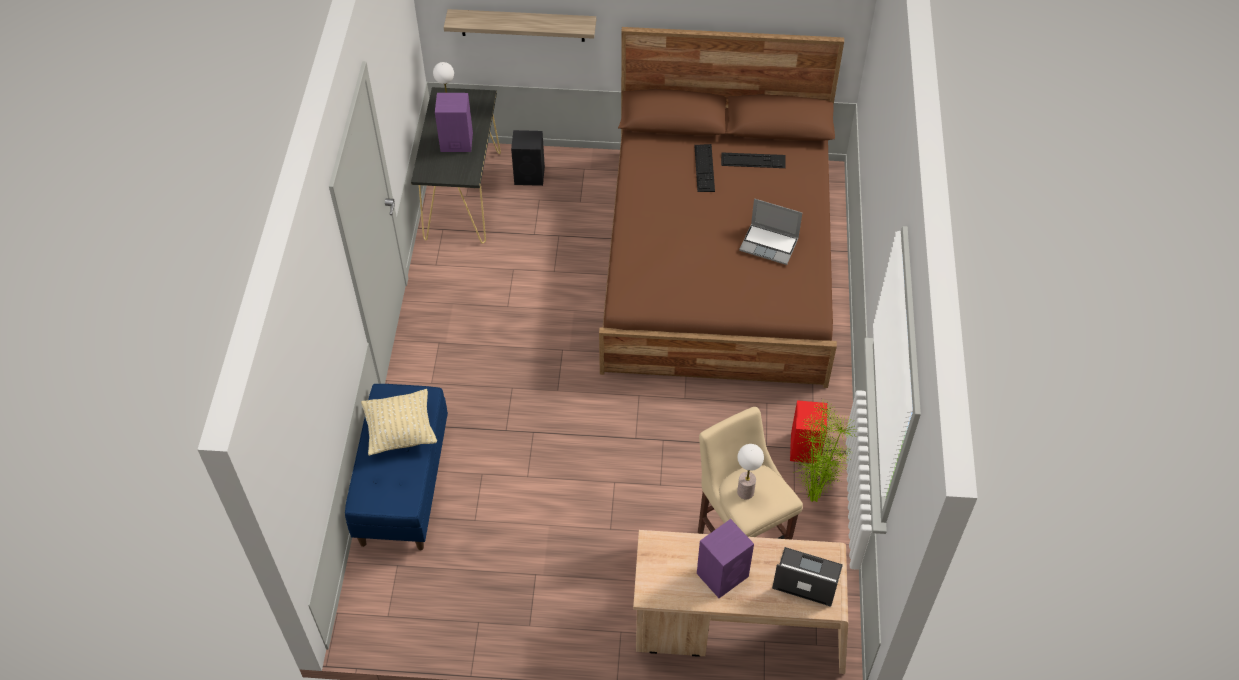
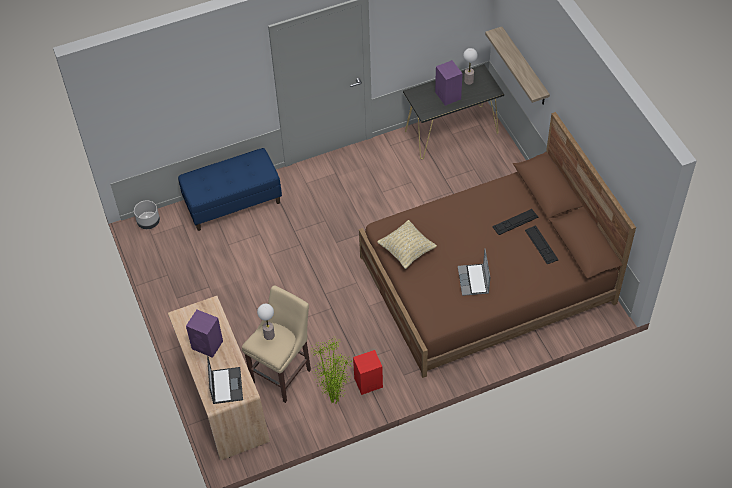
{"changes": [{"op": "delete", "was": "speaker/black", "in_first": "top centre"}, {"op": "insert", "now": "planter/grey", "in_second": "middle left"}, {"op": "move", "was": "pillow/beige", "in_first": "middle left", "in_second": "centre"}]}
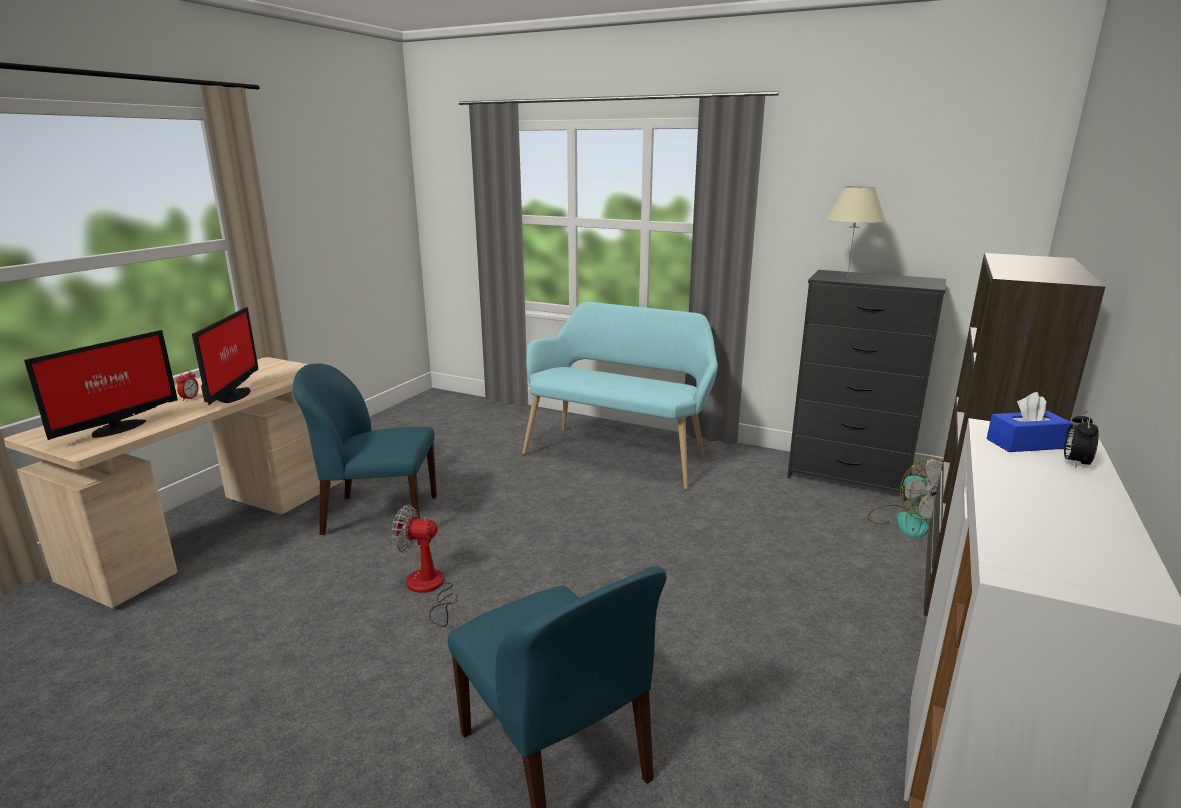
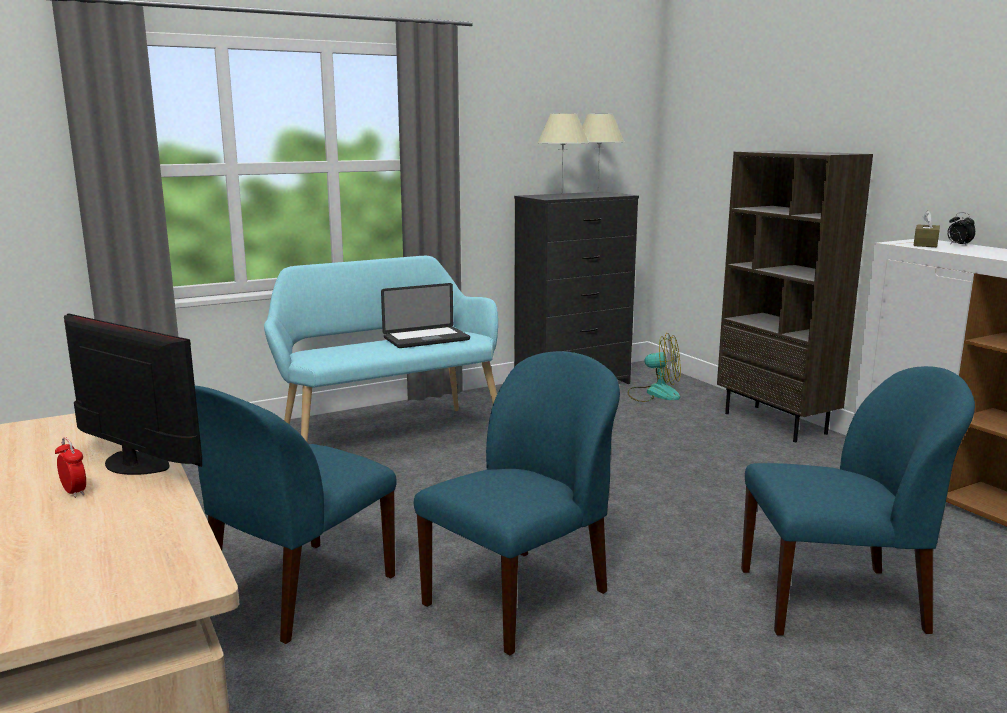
{"changes": [{"op": "delete", "was": "monitor (1st from left)", "in_first": "middle left"}, {"op": "insert", "now": "laptop", "in_second": "centre"}, {"op": "insert", "now": "table lamp/beige (2nd from left)", "in_second": "top centre"}, {"op": "replace", "was": "fan (1st from left)", "now": "chair/blue (2nd from left)", "in_first": "bottom centre", "in_second": "bottom centre"}, {"op": "recolor", "was": "tissue box/blue", "now": "tissue box/brown", "in_first": "middle right", "in_second": "top right"}]}
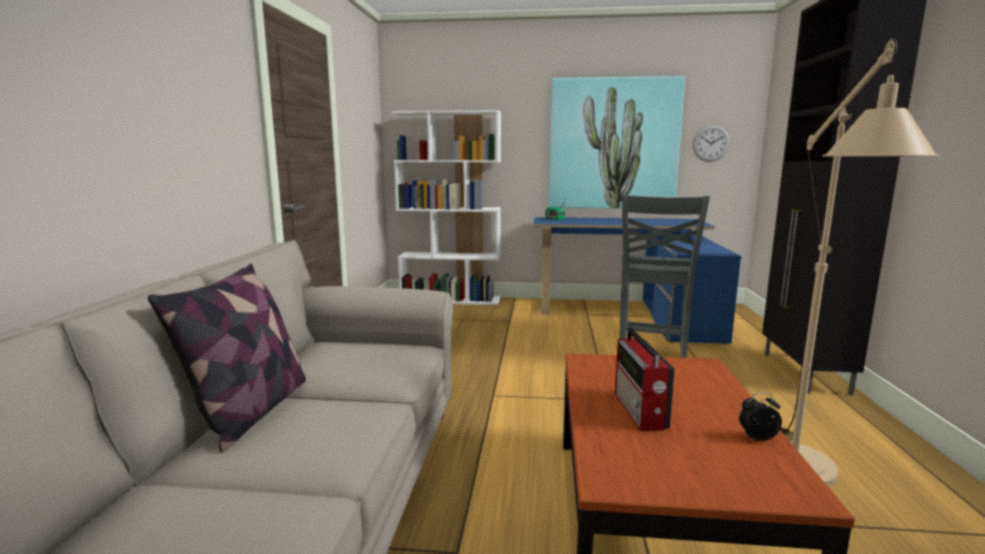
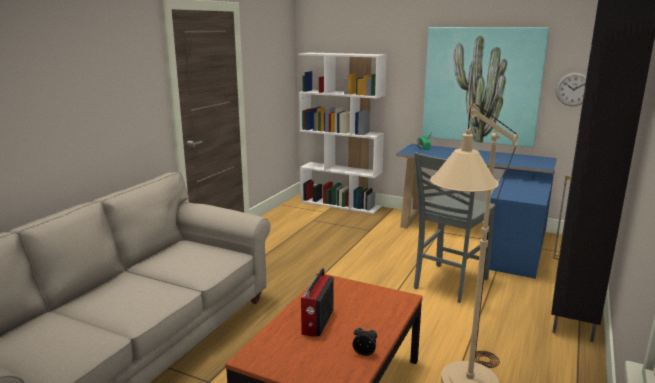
{"changes": [{"op": "delete", "was": "pillow", "in_first": "middle left"}]}
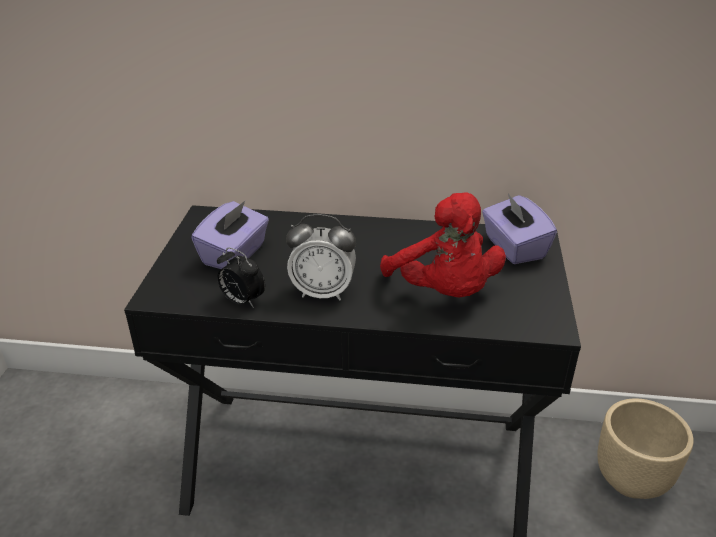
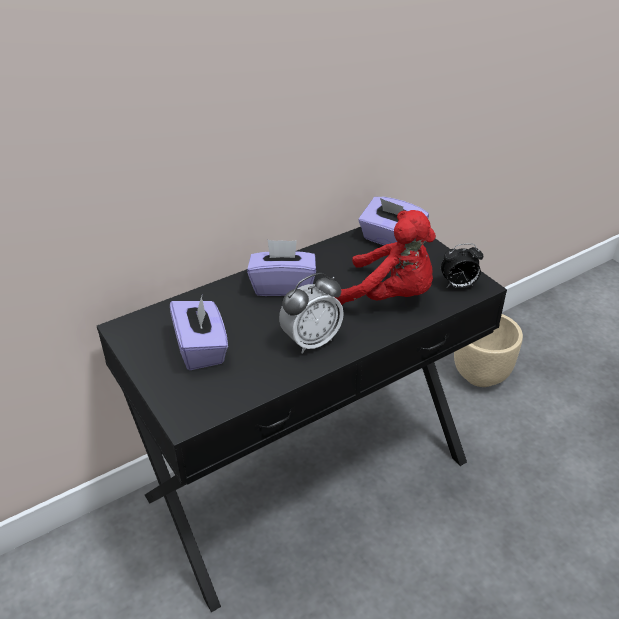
{"changes": [{"op": "insert", "now": "tissue box/purple (2nd from left)", "in_second": "centre"}, {"op": "move", "was": "alarm clock (1st from left in the first image)", "now": "alarm clock (2nd from left)", "in_first": "centre", "in_second": "middle right"}]}
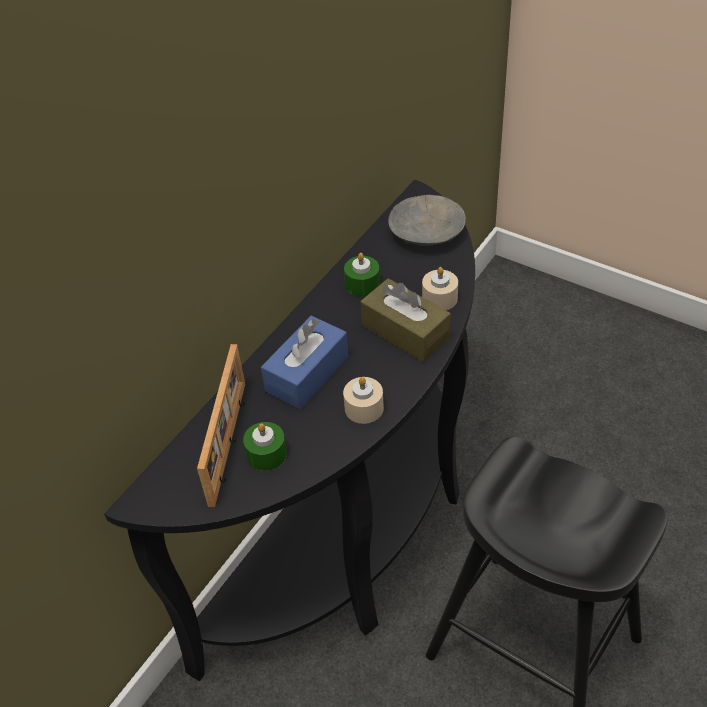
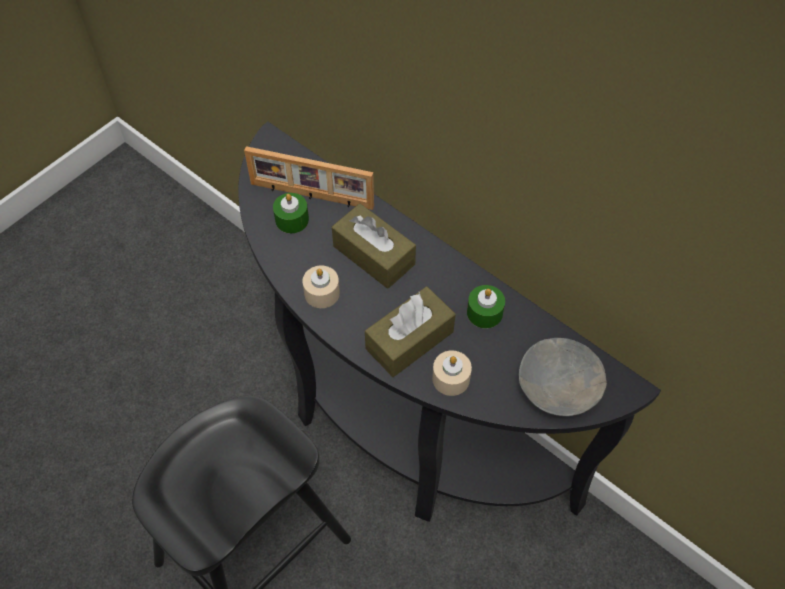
{"changes": [{"op": "recolor", "was": "tissue box/blue", "now": "tissue box/brown (1st from left)", "in_first": "centre", "in_second": "centre"}]}
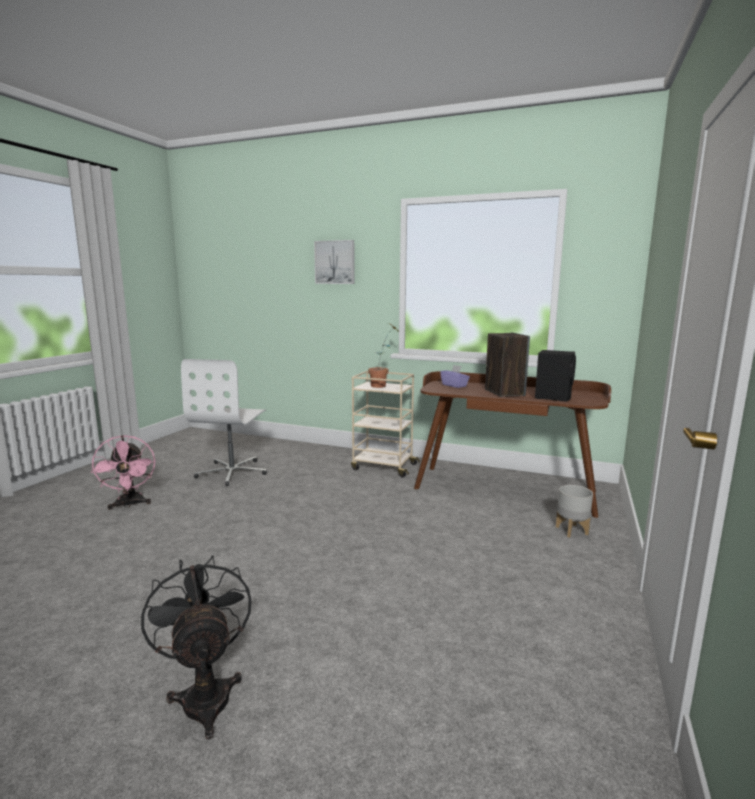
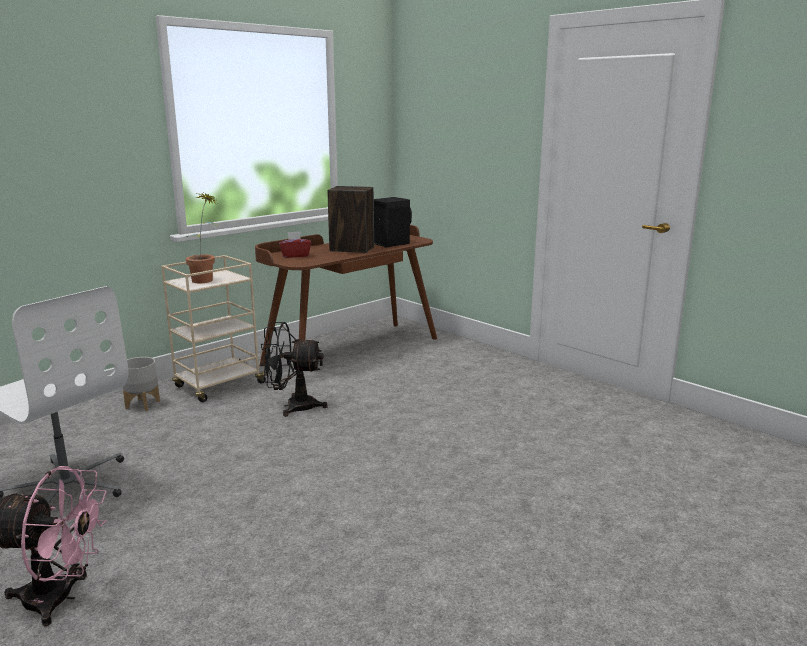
{"changes": [{"op": "delete", "was": "picture", "in_first": "top centre"}, {"op": "move", "was": "fan/black", "in_first": "bottom left", "in_second": "centre"}, {"op": "move", "was": "planter/grey", "in_first": "middle right", "in_second": "middle left"}, {"op": "recolor", "was": "tissue box/purple", "now": "tissue box/red", "in_first": "centre", "in_second": "centre"}]}
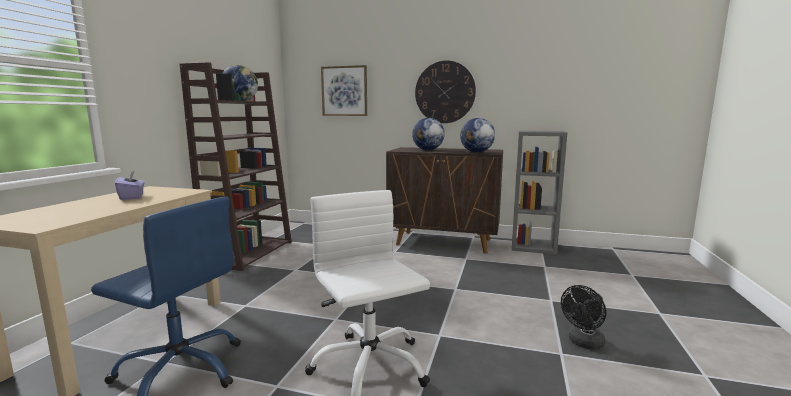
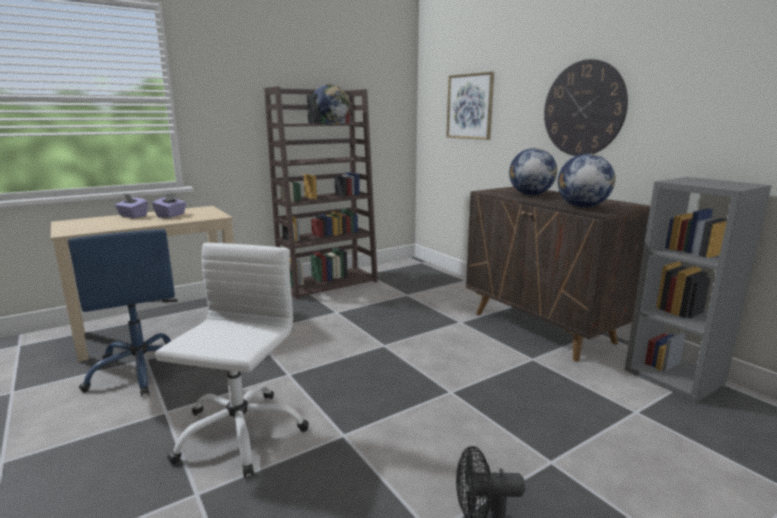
{"changes": [{"op": "insert", "now": "tissue box/purple (1st from left)", "in_second": "middle left"}]}
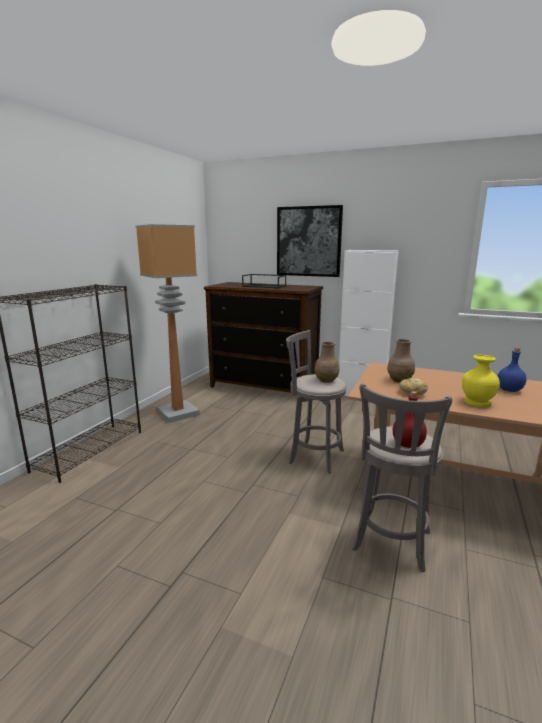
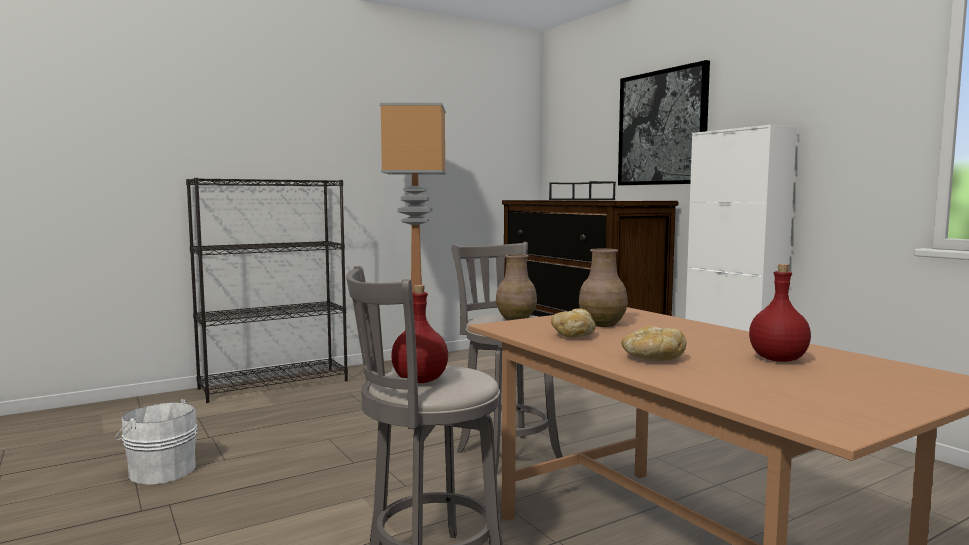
{"changes": [{"op": "insert", "now": "bucket/white", "in_second": "bottom left"}, {"op": "replace", "was": "vase/yellow", "now": "bread (2nd from left)", "in_first": "middle right", "in_second": "middle right"}, {"op": "recolor", "was": "bottle/blue", "now": "bottle/red (2nd from left)", "in_first": "middle right", "in_second": "middle right"}]}
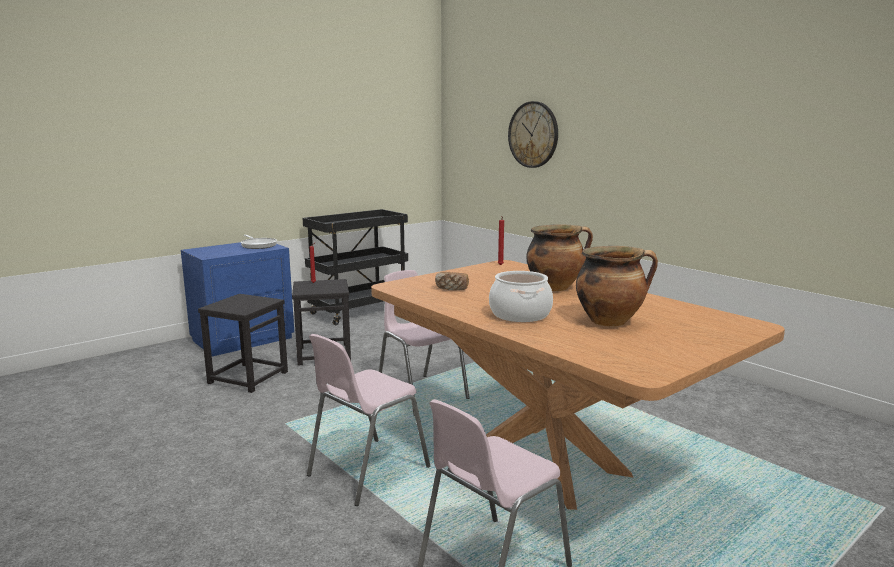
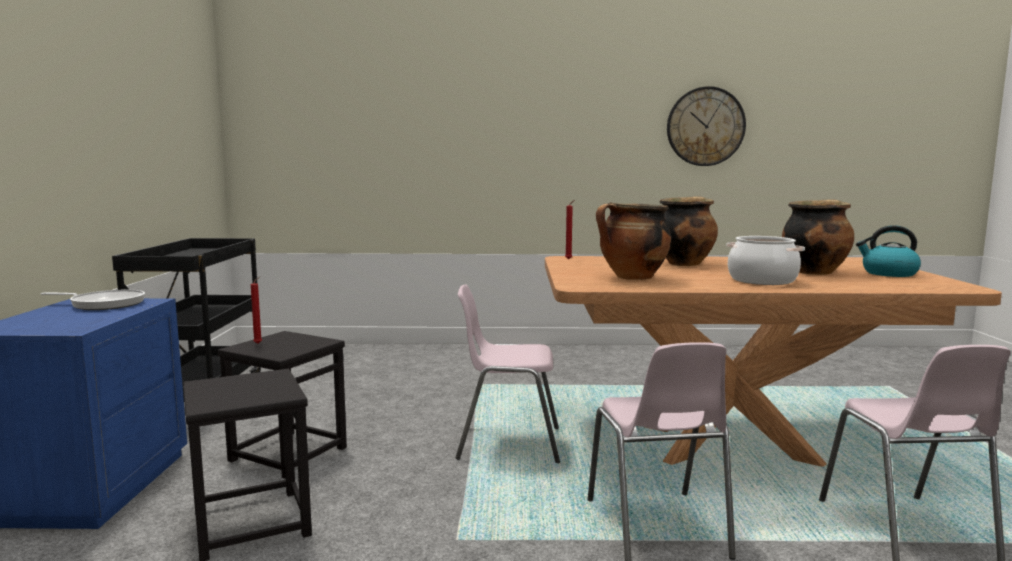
{"changes": [{"op": "insert", "now": "kettle", "in_second": "middle right"}, {"op": "move", "was": "wall clock", "in_first": "top centre", "in_second": "top right"}, {"op": "replace", "was": "bread", "now": "cooking pot (1st from left)", "in_first": "centre", "in_second": "centre"}]}
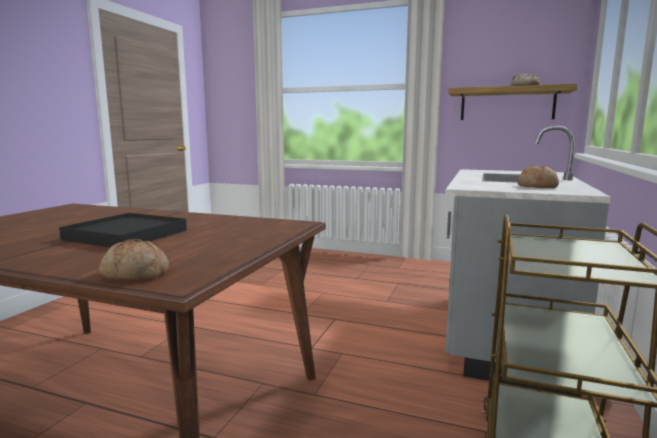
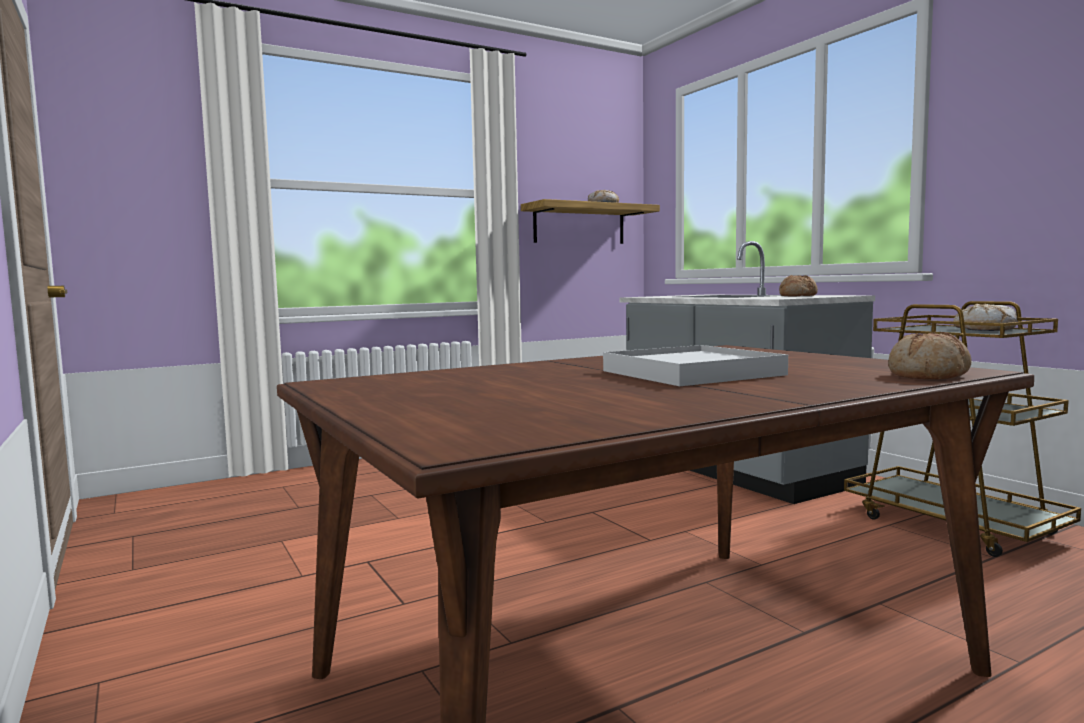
{"changes": [{"op": "insert", "now": "bread (4th from left)", "in_second": "middle right"}, {"op": "recolor", "was": "tray/black", "now": "tray/white", "in_first": "middle left", "in_second": "centre"}]}
